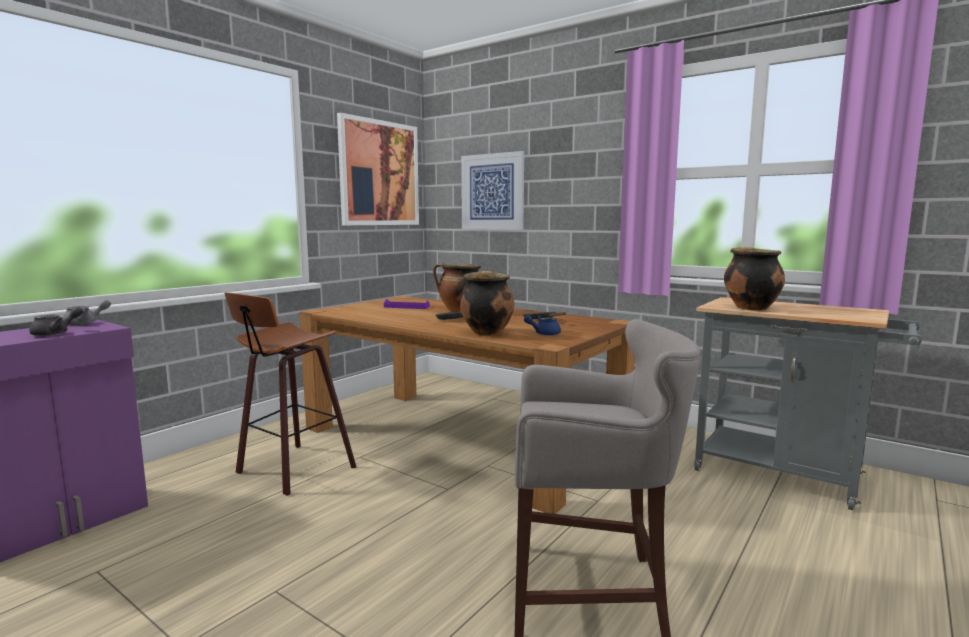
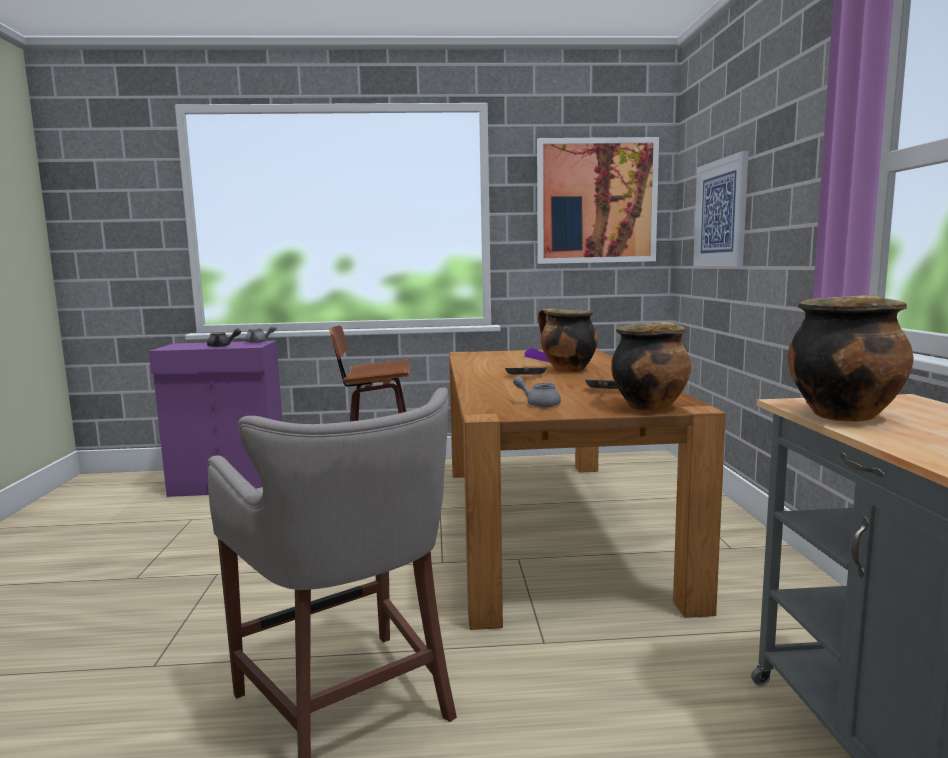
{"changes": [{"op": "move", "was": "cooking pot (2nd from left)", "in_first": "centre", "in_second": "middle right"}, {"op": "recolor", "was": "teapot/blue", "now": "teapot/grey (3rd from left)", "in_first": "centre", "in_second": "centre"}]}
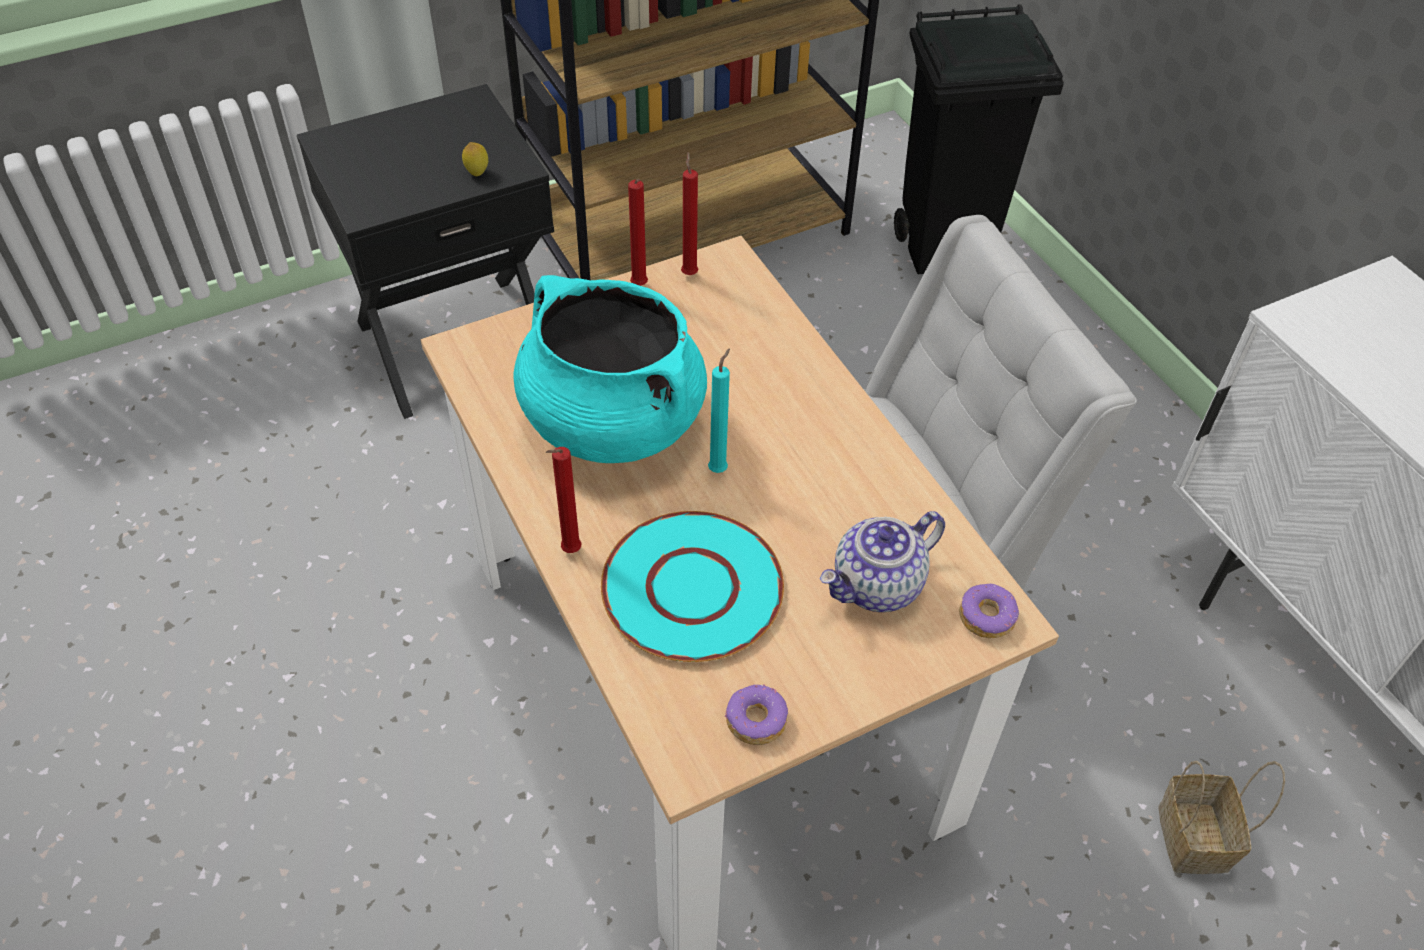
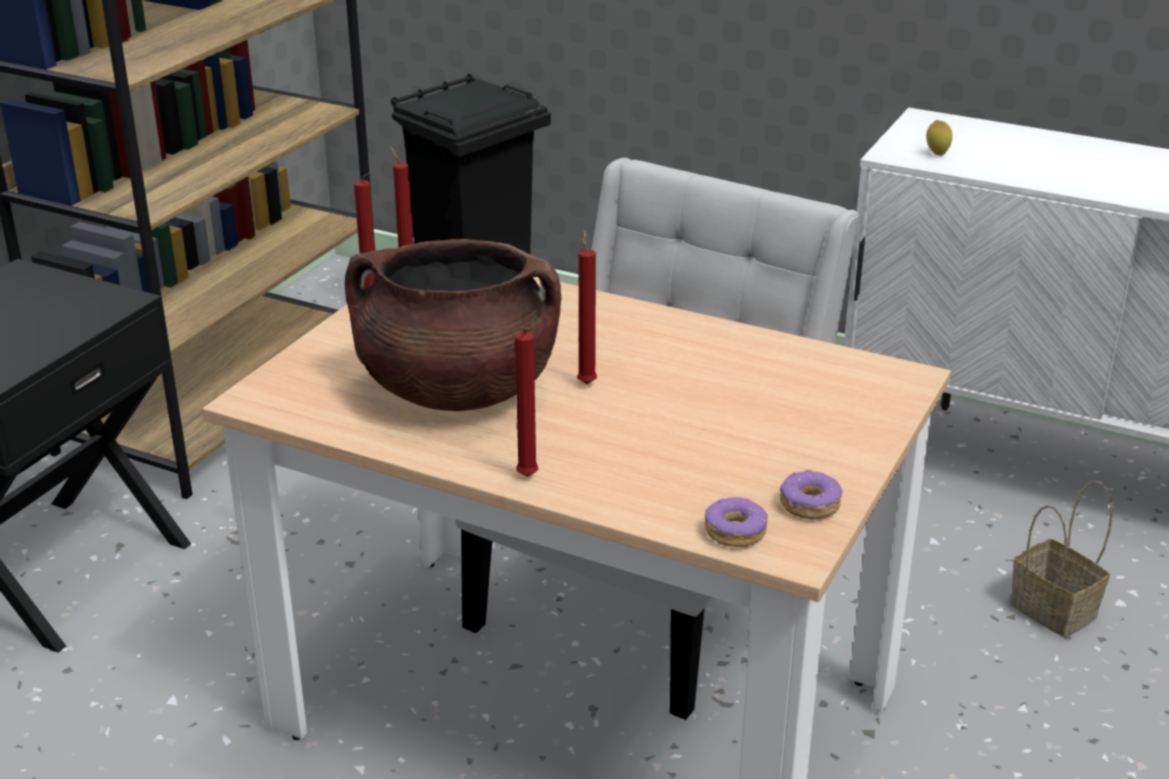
{"changes": [{"op": "delete", "was": "plate/turquoise", "in_first": "centre"}, {"op": "delete", "was": "teapot", "in_first": "centre"}, {"op": "move", "was": "lemon", "in_first": "top centre", "in_second": "top right"}, {"op": "move", "was": "donut (2nd from left in the first image)", "now": "donut (1st from left)", "in_first": "middle right", "in_second": "bottom centre"}, {"op": "recolor", "was": "cooking pot/turquoise", "now": "cooking pot/brown", "in_first": "centre", "in_second": "centre"}, {"op": "recolor", "was": "candle/turquoise", "now": "candle/red (4th from left)", "in_first": "centre", "in_second": "centre"}]}
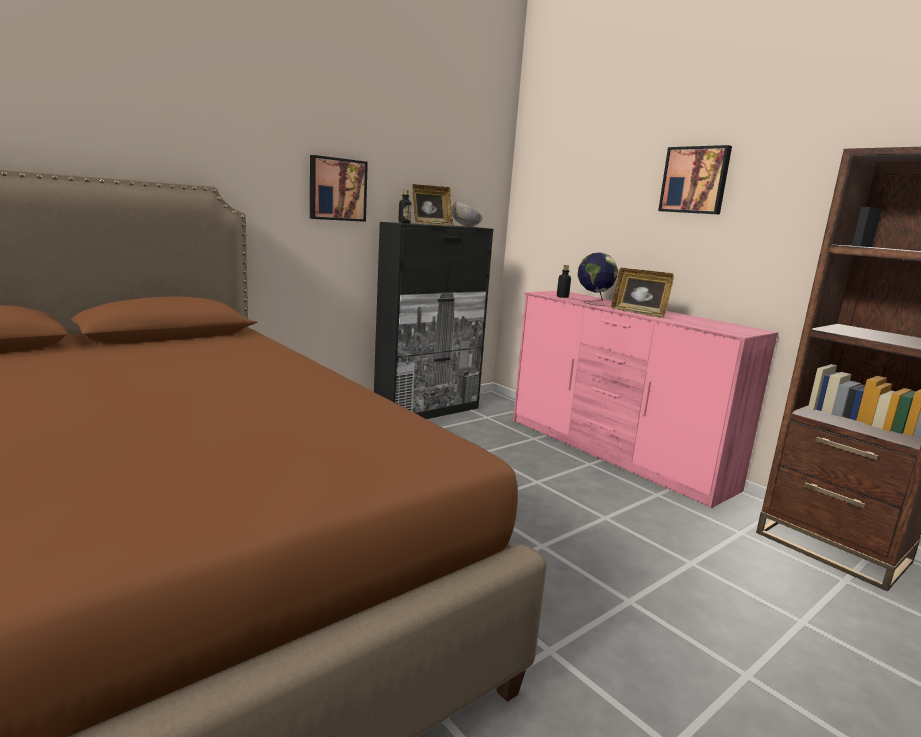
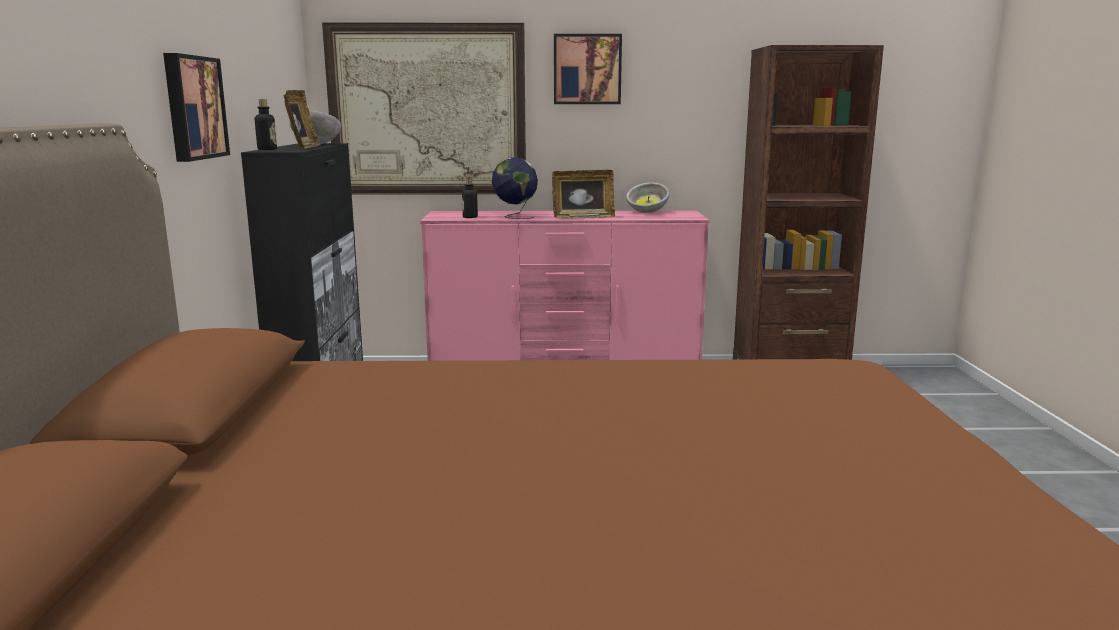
{"changes": [{"op": "insert", "now": "picture (2nd from left)", "in_second": "top centre"}, {"op": "insert", "now": "bowl (2nd from left)", "in_second": "top centre"}]}
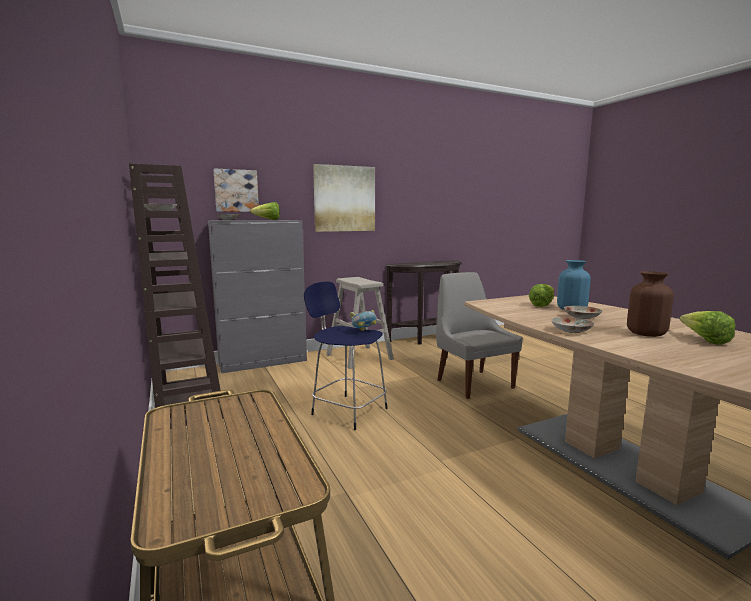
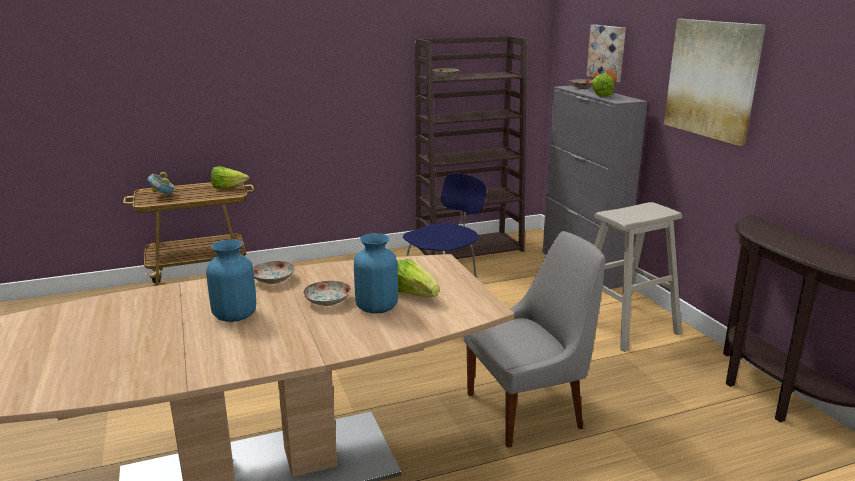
{"changes": [{"op": "move", "was": "bowl", "in_first": "centre", "in_second": "middle left"}, {"op": "move", "was": "lettuce (3rd from left in the first image)", "now": "lettuce (1st from left)", "in_first": "middle right", "in_second": "middle left"}, {"op": "recolor", "was": "vase/brown", "now": "vase/blue (1st from left)", "in_first": "middle right", "in_second": "middle left"}]}
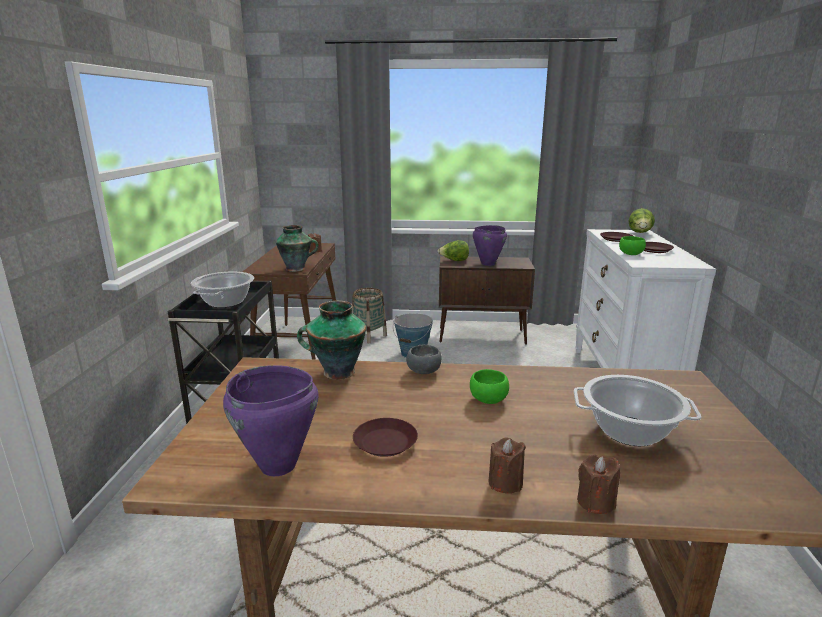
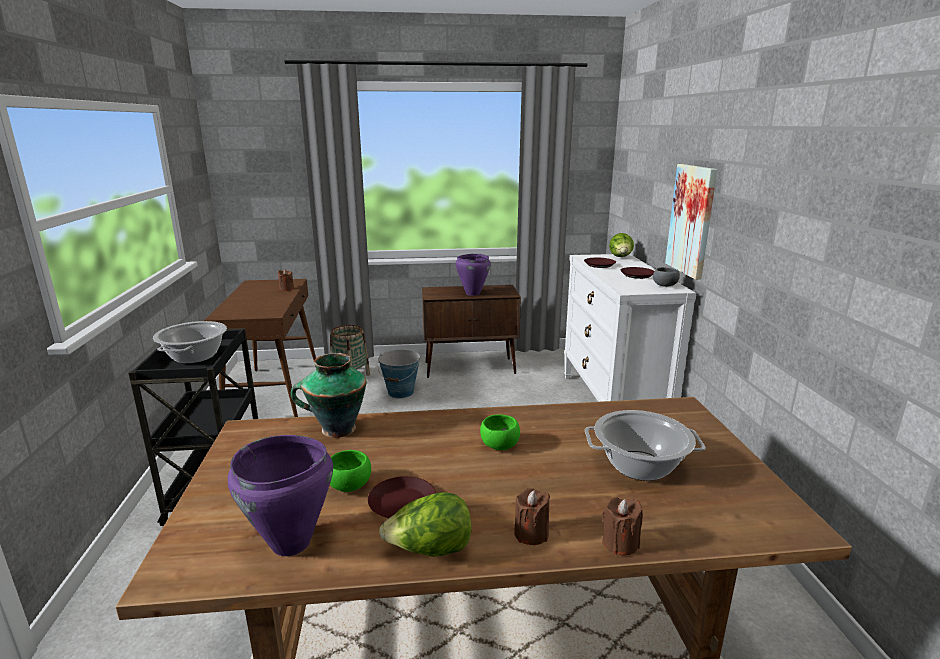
{"changes": [{"op": "delete", "was": "vase (1st from left)", "in_first": "centre"}, {"op": "insert", "now": "picture", "in_second": "middle right"}, {"op": "move", "was": "bowl/grey", "in_first": "centre", "in_second": "middle right"}, {"op": "move", "was": "lettuce (1st from left)", "in_first": "centre", "in_second": "bottom centre"}, {"op": "move", "was": "bowl/green (2nd from left in the first image)", "now": "bowl/green (1st from left)", "in_first": "middle right", "in_second": "bottom centre"}]}
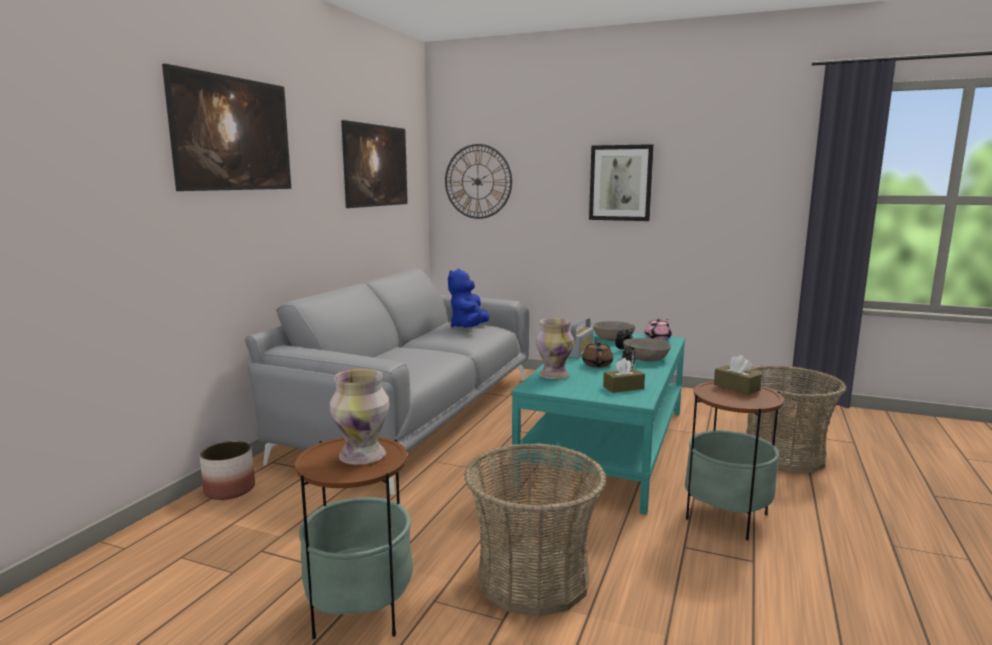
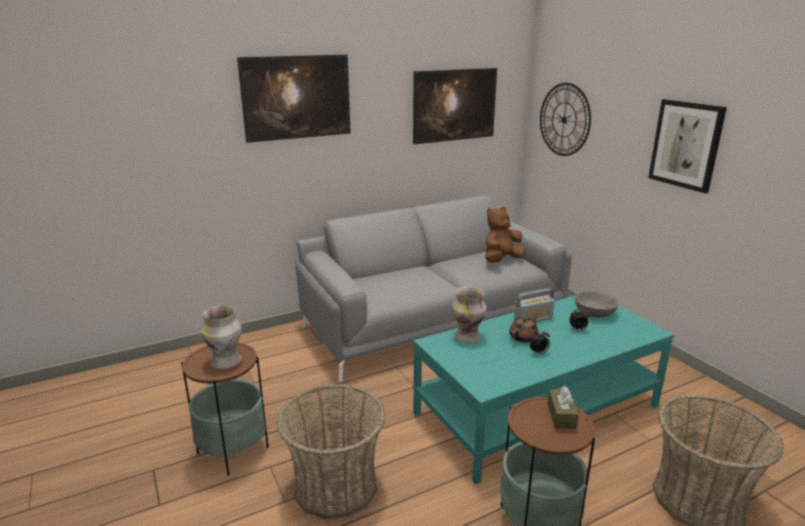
{"changes": [{"op": "delete", "was": "planter", "in_first": "bottom left"}, {"op": "delete", "was": "tissue box/brown (1st from left)", "in_first": "centre"}, {"op": "delete", "was": "bowl/grey (2nd from left)", "in_first": "centre"}, {"op": "delete", "was": "teapot/pink", "in_first": "centre"}, {"op": "recolor", "was": "plush toy/blue", "now": "plush toy/brown", "in_first": "centre", "in_second": "centre"}]}
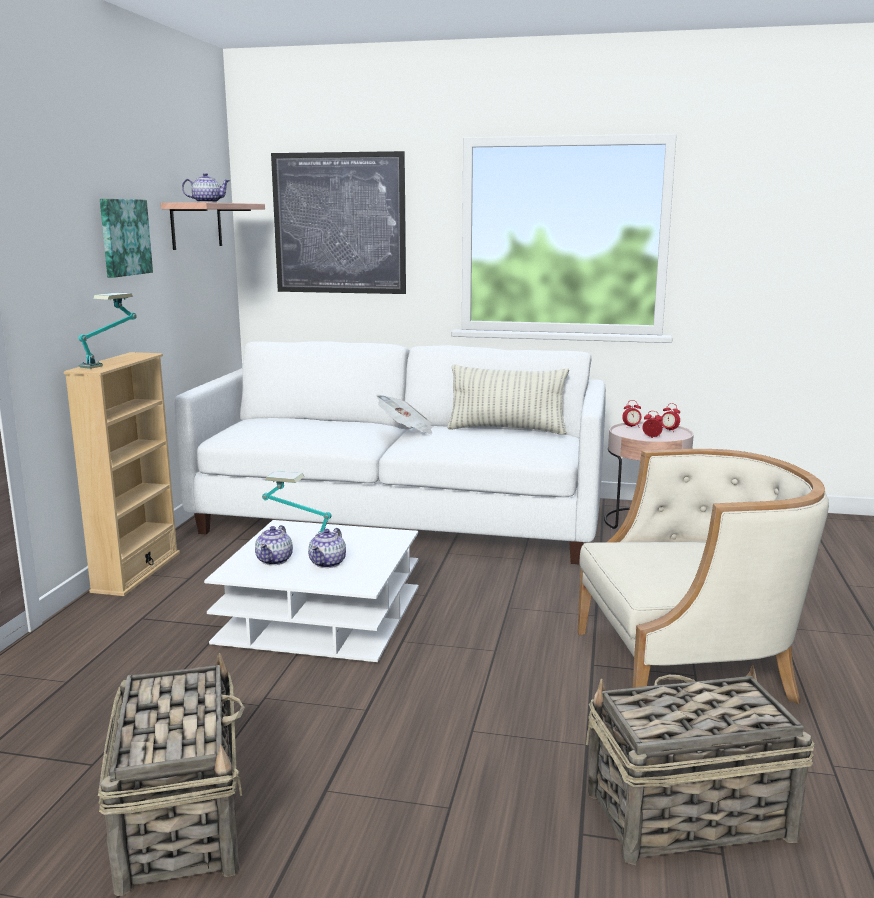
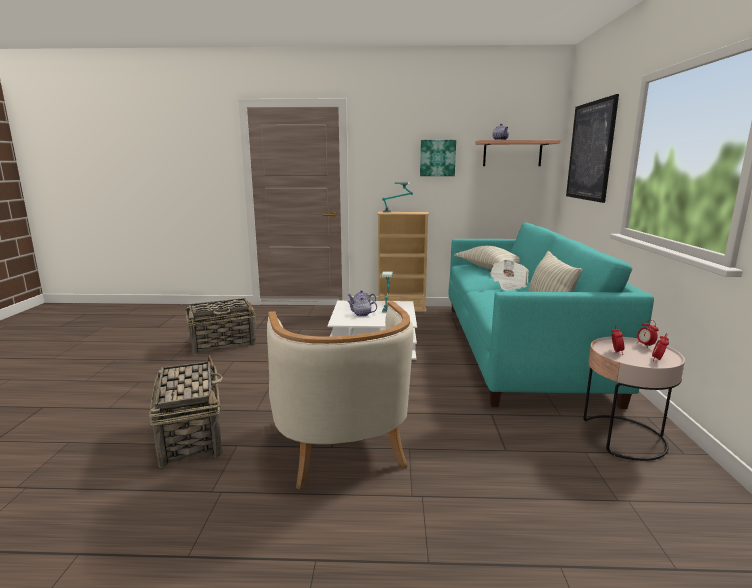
{"changes": [{"op": "insert", "now": "pillow (1st from left)", "in_second": "centre"}, {"op": "recolor", "was": "sofa/white", "now": "sofa/turquoise", "in_first": "centre", "in_second": "middle right"}]}
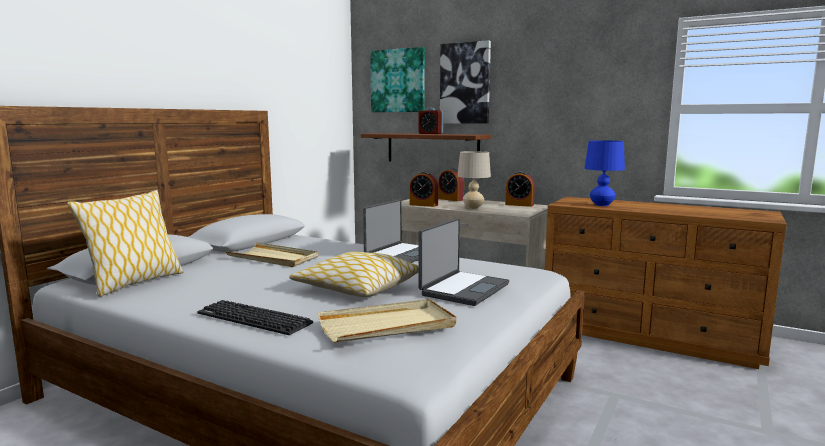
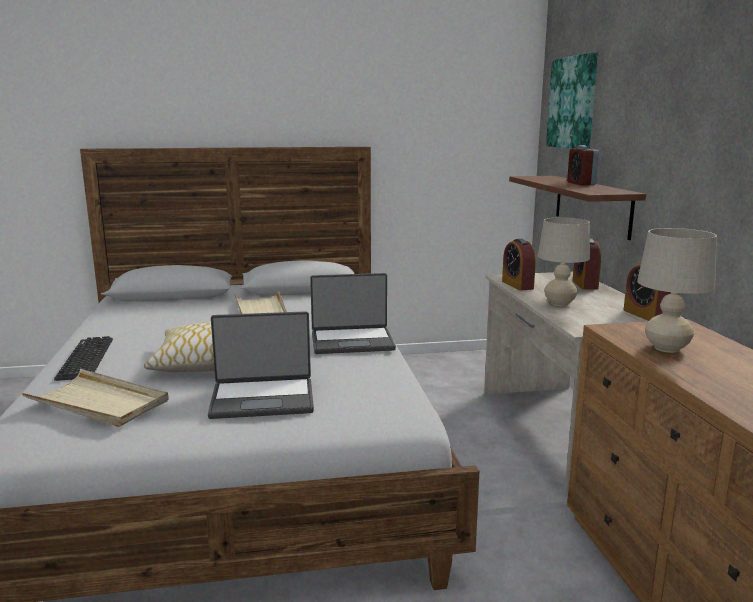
{"changes": [{"op": "delete", "was": "pillow (1st from left)", "in_first": "middle left"}, {"op": "delete", "was": "picture (2nd from left)", "in_first": "top centre"}, {"op": "recolor", "was": "table lamp/blue", "now": "table lamp/beige (2nd from left)", "in_first": "middle right", "in_second": "middle right"}]}
